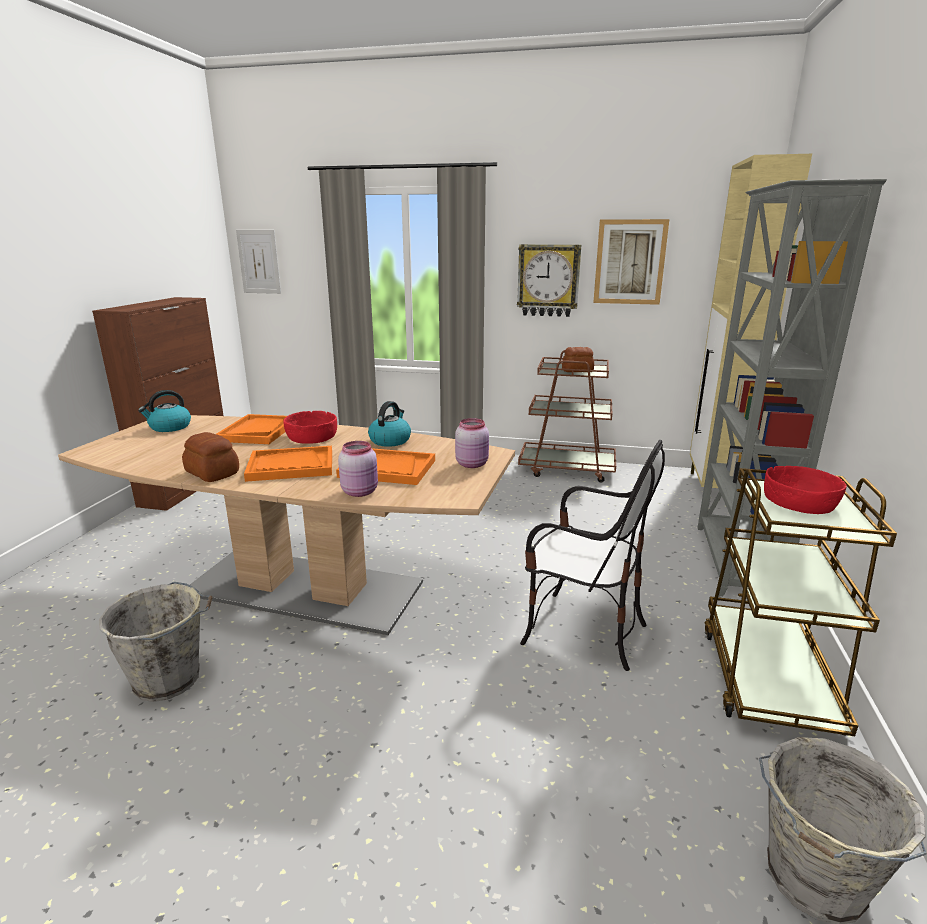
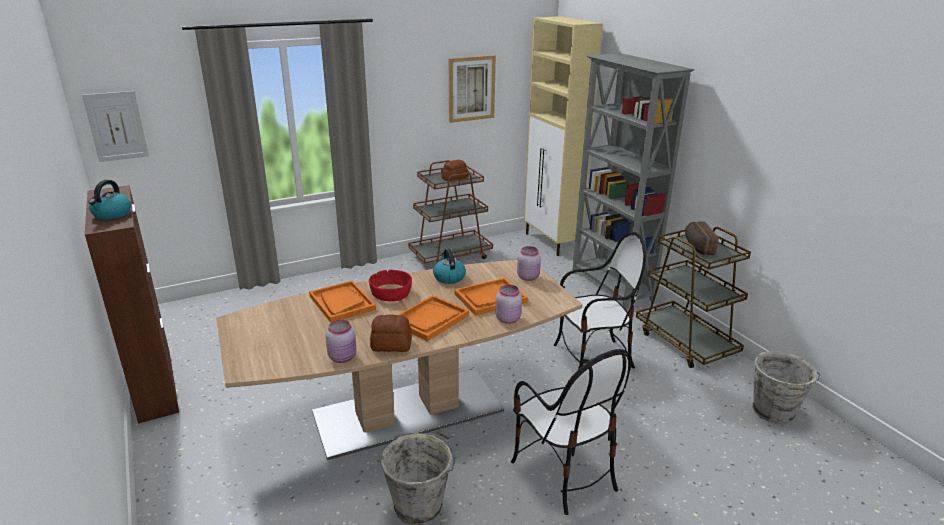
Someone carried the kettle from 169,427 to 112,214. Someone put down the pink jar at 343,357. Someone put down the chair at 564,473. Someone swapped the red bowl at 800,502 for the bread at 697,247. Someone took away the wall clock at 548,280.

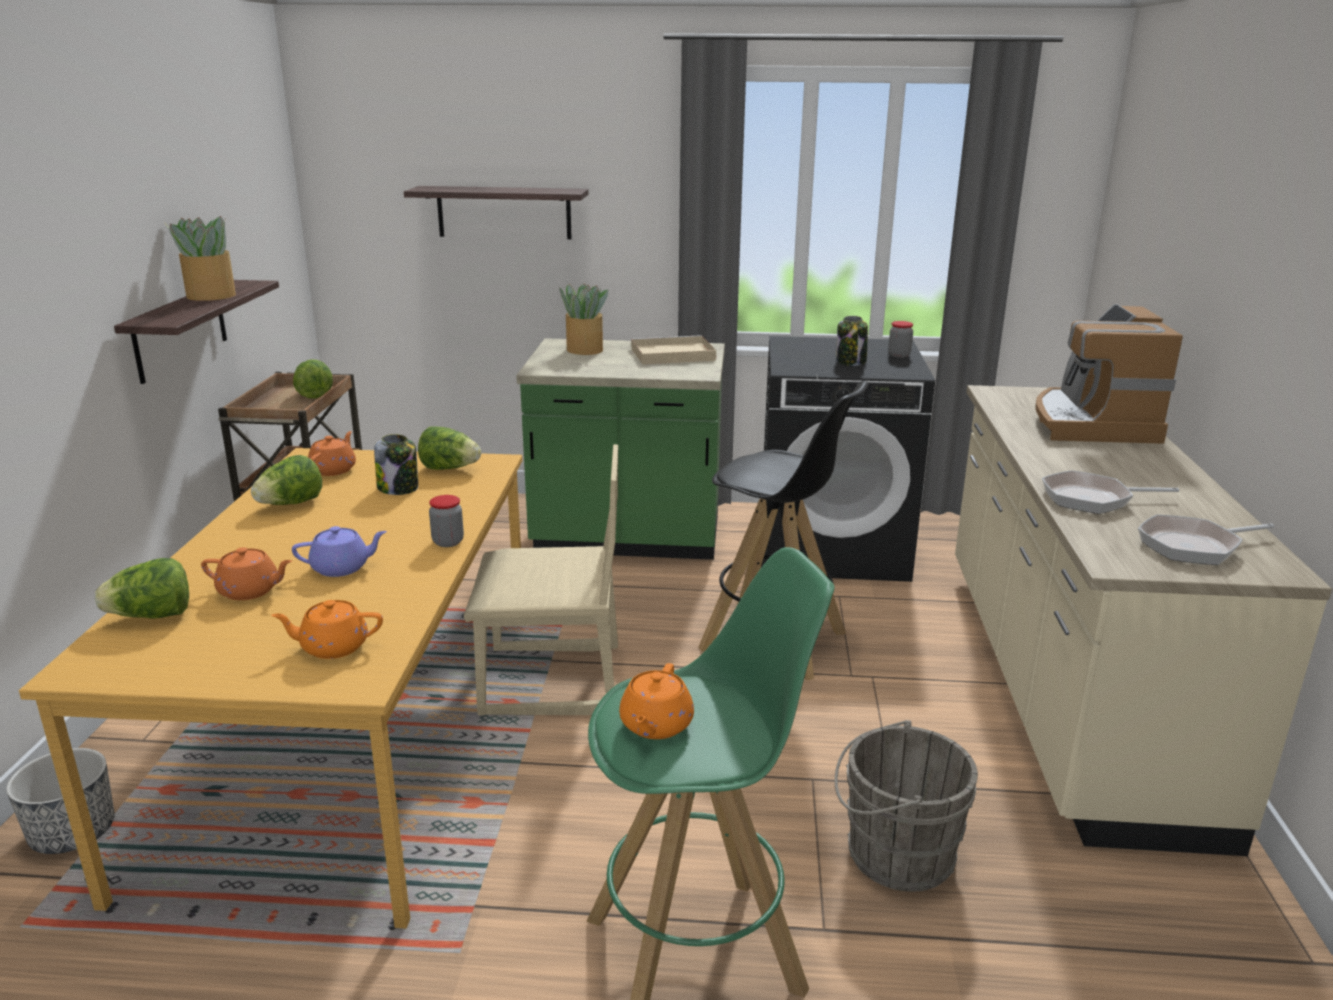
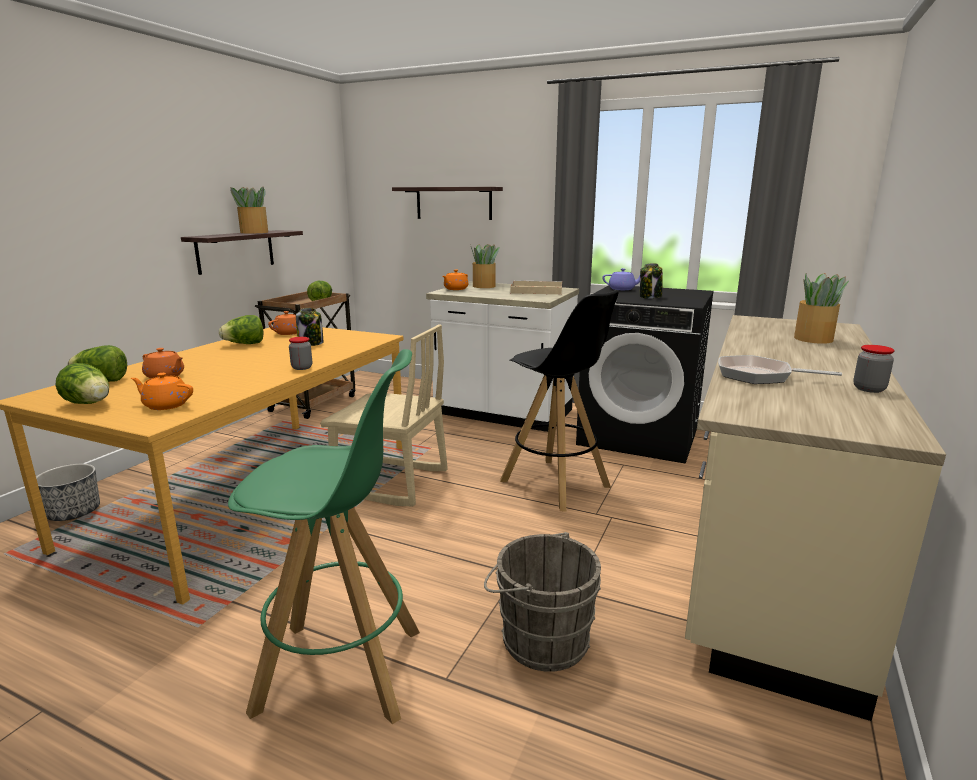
Someone carried the lettuce from 449,469 to 90,404. Someone repainted the green counter at 627,538, which became the white counter at 503,414. Someone carried the orange teapot from 655,725 to 455,289. Someone carried the purple teapot from 342,568 to 622,289. Someone swapped the coffee machine at 1091,423 for the potted plant at 813,338. Someone carried the jar from 899,355 to 869,389. Someone took away the frying pan at 1194,546.

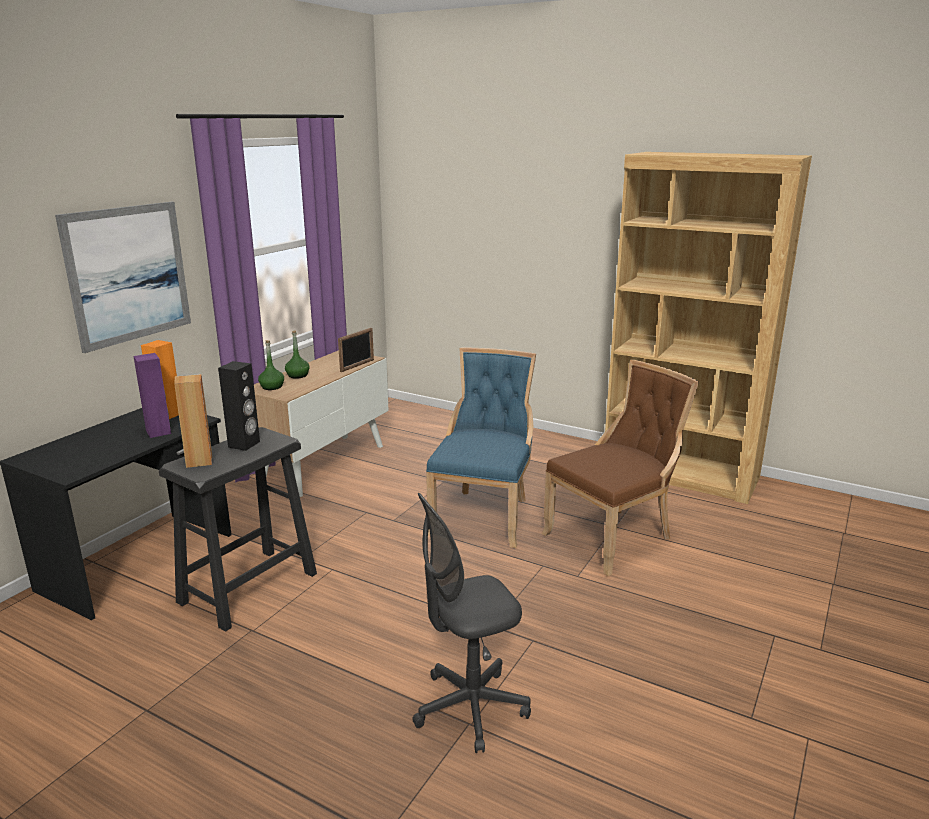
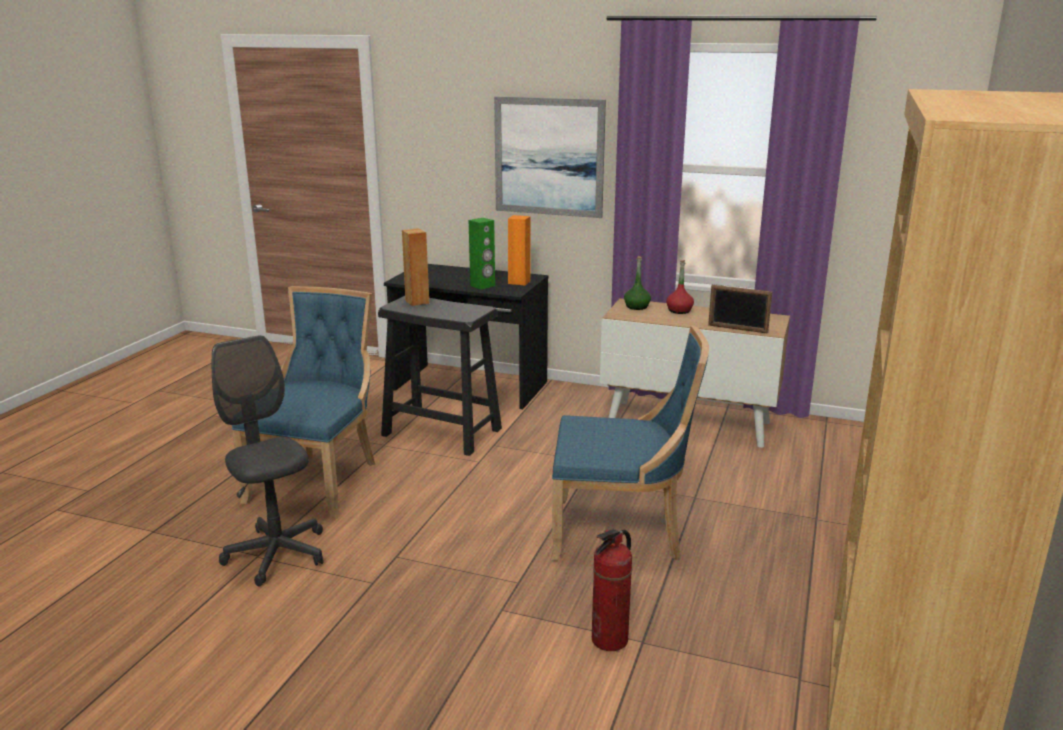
Someone put down the blue chair at 319,481. Someone repainted the purple speaker at 159,432, which became the green speaker at 483,286. Someone swapped the brown chair at 613,537 for the fire extinguisher at 610,640. Someone repainted the green bottle at 297,375, which became the red bottle at 679,311. Someone took away the black speaker at 244,444.

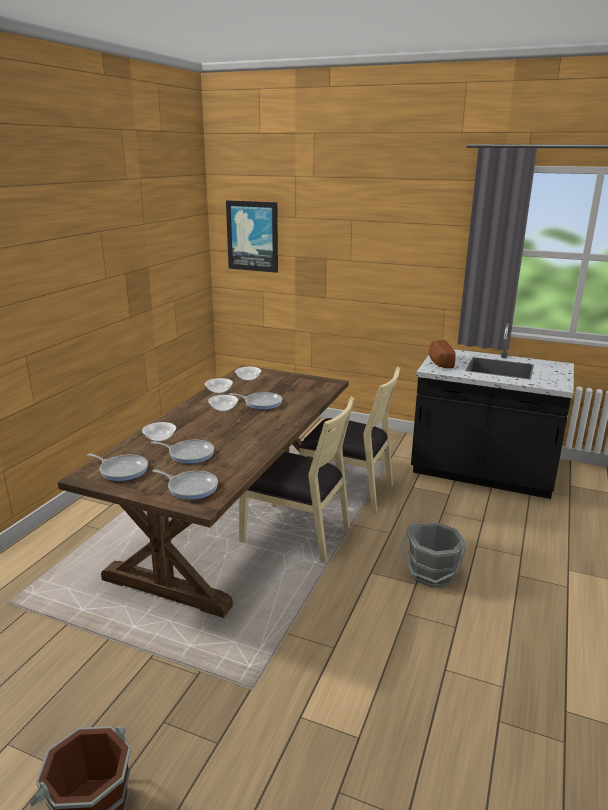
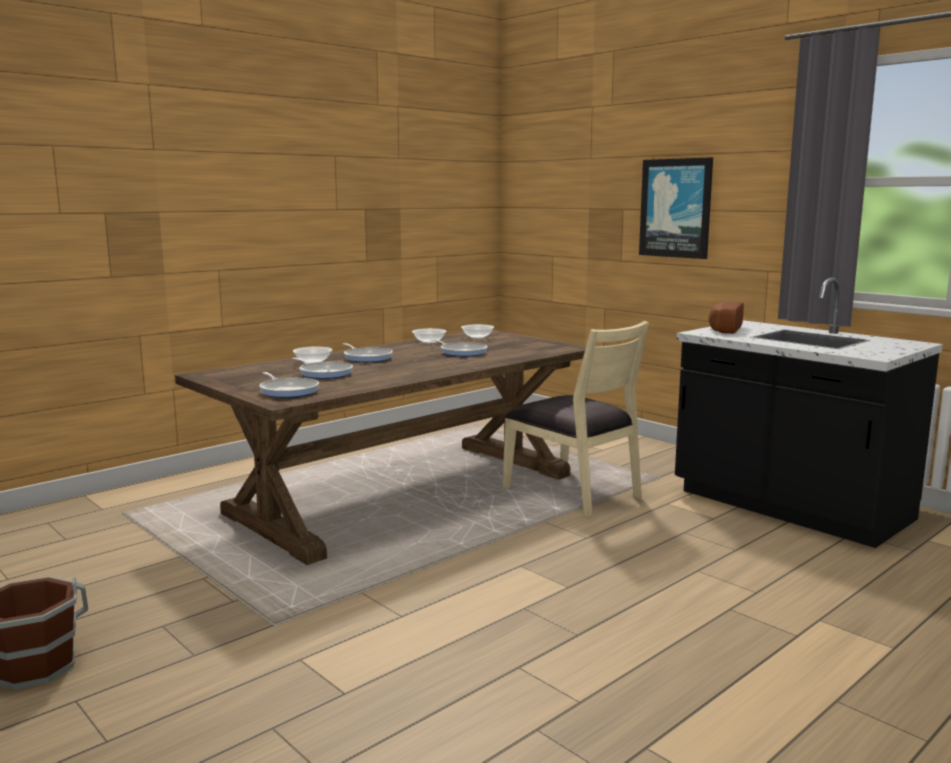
Someone carried the frying pan from 122,470 to 367,358. Someone carried the picture from 253,236 to 676,208. Someone took away the bowl at 223,408. Someone took away the beige chair at 297,533. Someone took away the grey bucket at 432,573.

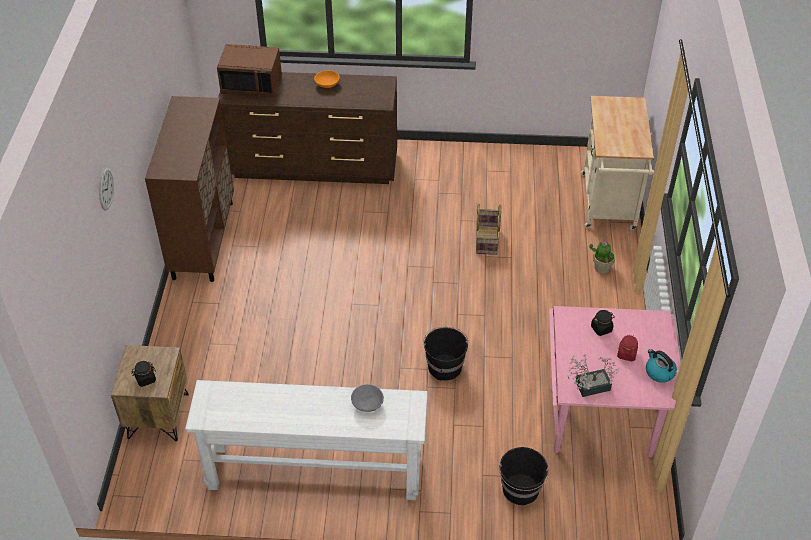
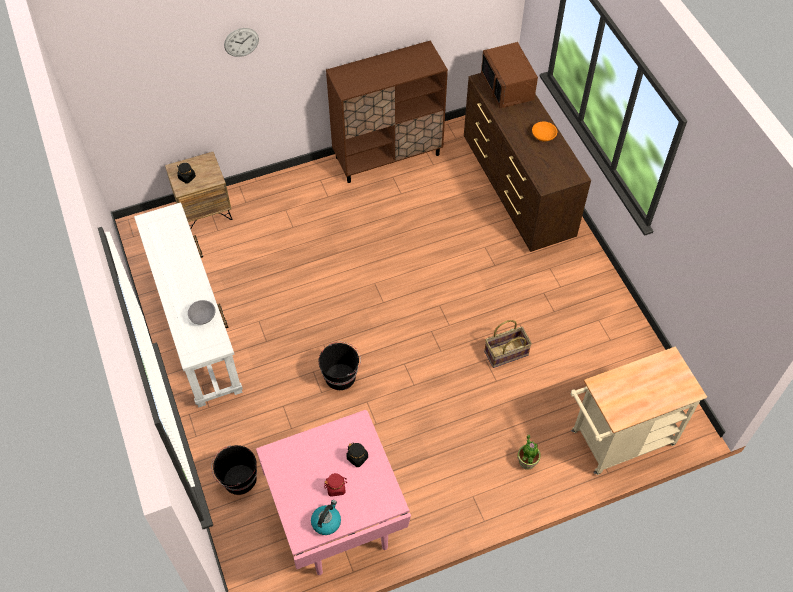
Someone took away the potted plant at 588,386.

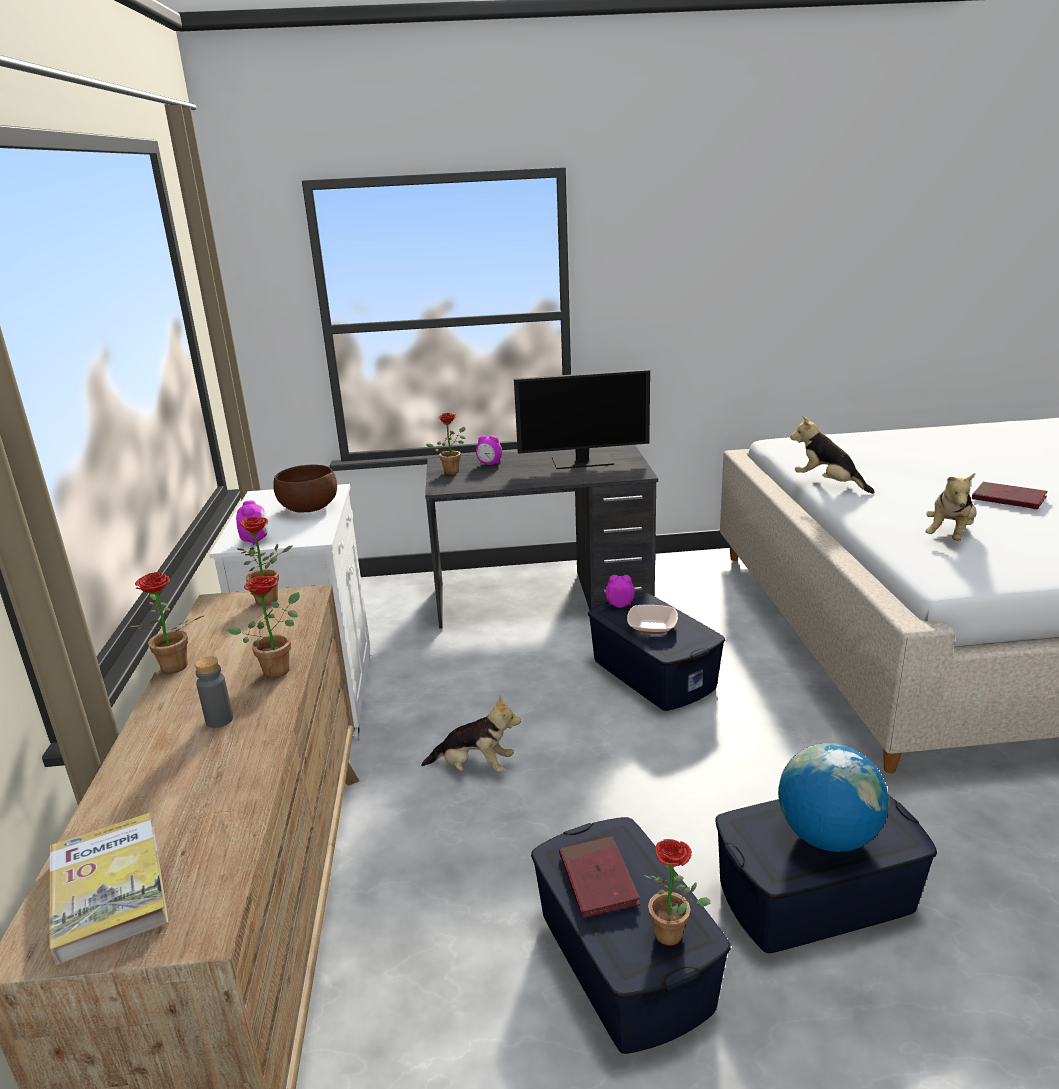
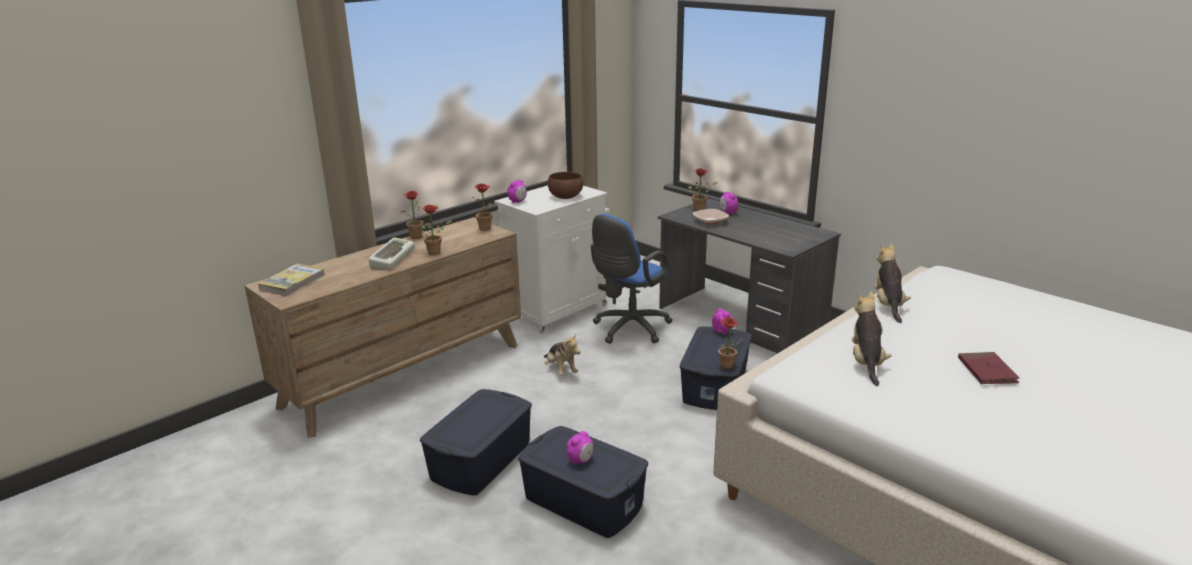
Someone swapped the grey bottle at 219,720 for the keyboard at 391,258. Someone swapped the globe at 827,836 for the alarm clock at 580,461. Someone put down the blue office chair at 629,329. Someone carried the bowl from 652,626 to 710,221. Someone carried the potted plant from 674,936 to 727,367. Someone rotated the plush toy at 949,535 by 105 degrees clockwise. Someone took away the monitor at 583,461. Someone took away the red book at 598,880.

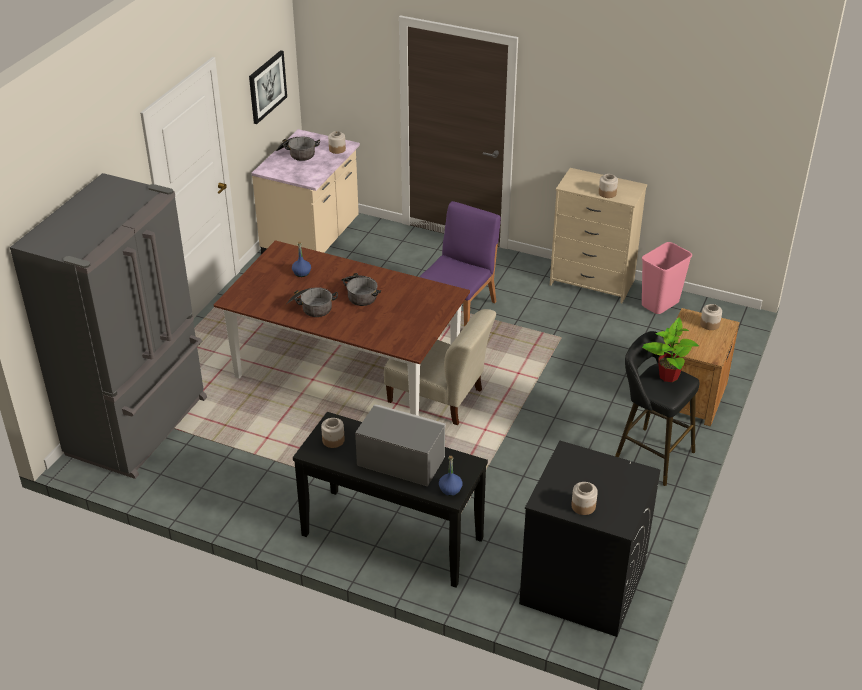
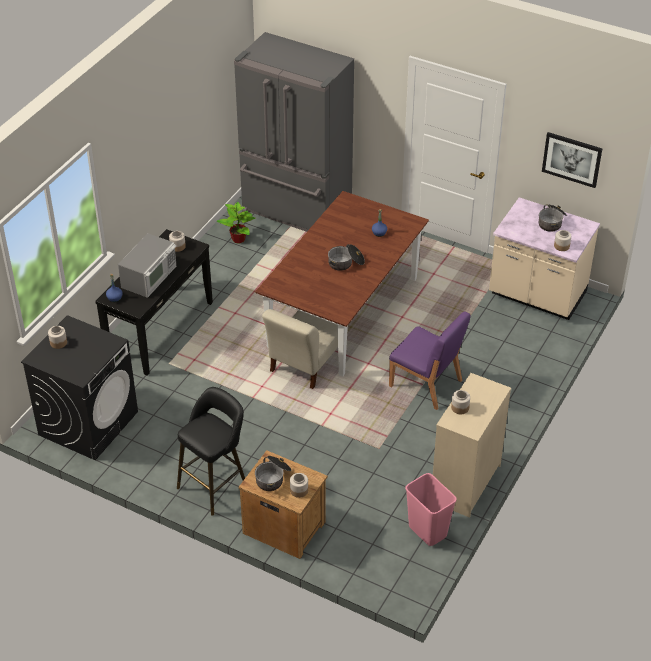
Someone carried the potted plant from 668,375 to 239,239. Someone carried the cooking pot from 311,308 to 273,478.

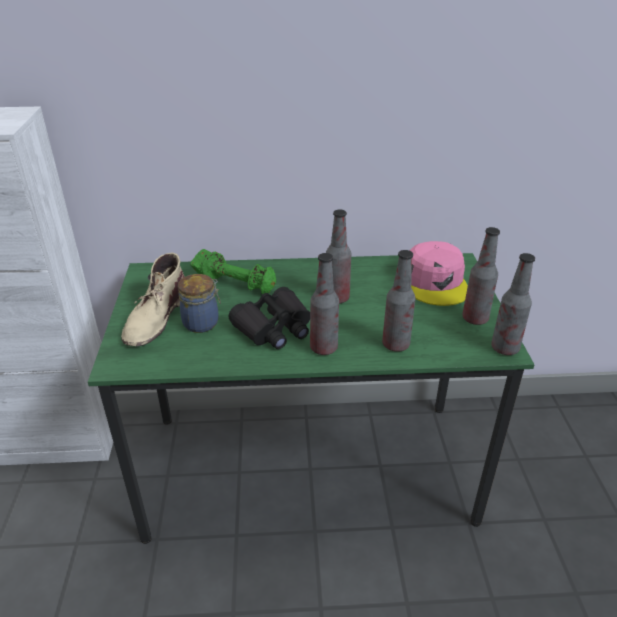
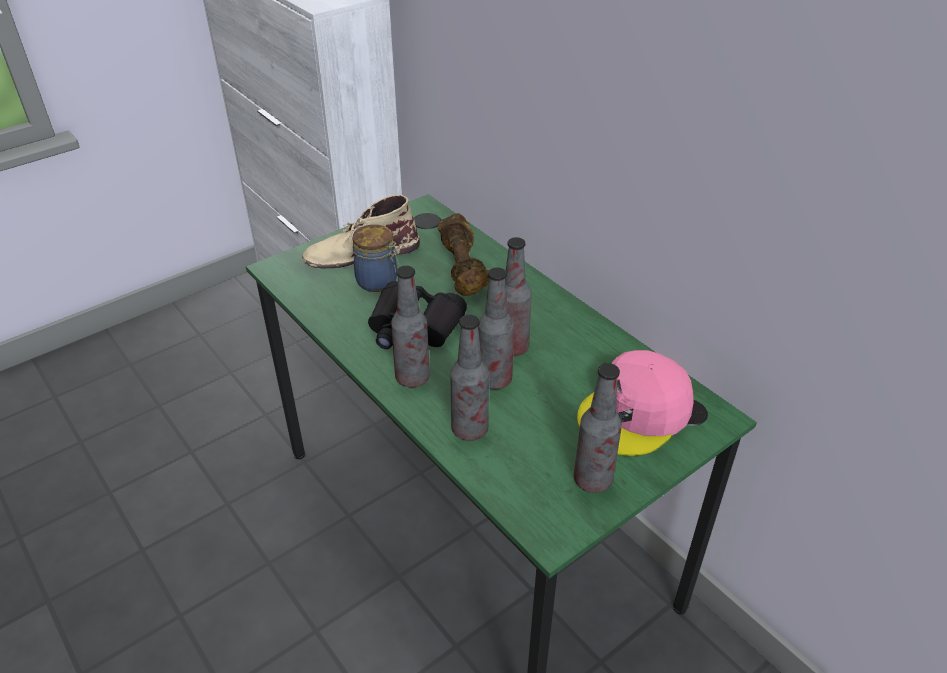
Someone repainted the green dumbbell at 236,283, which became the brown dumbbell at 463,268. Someone carried the bottle from 504,348 to 494,379.

